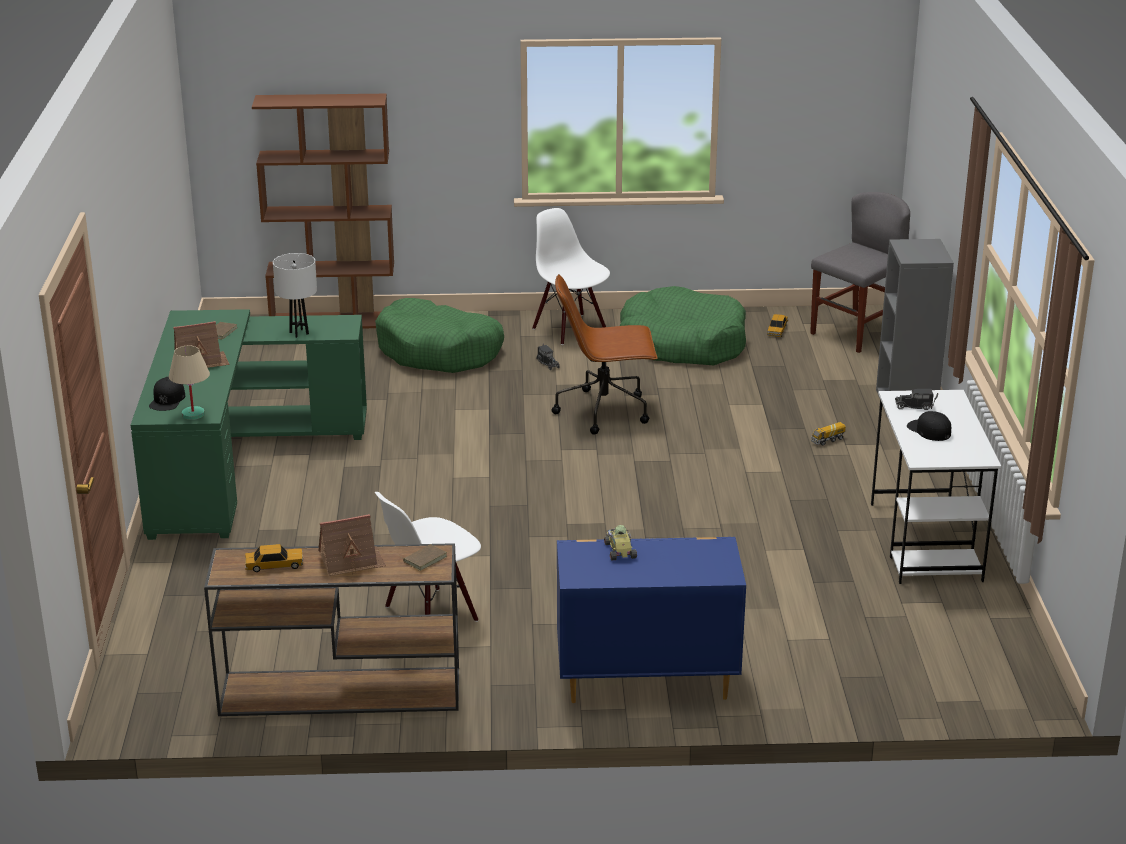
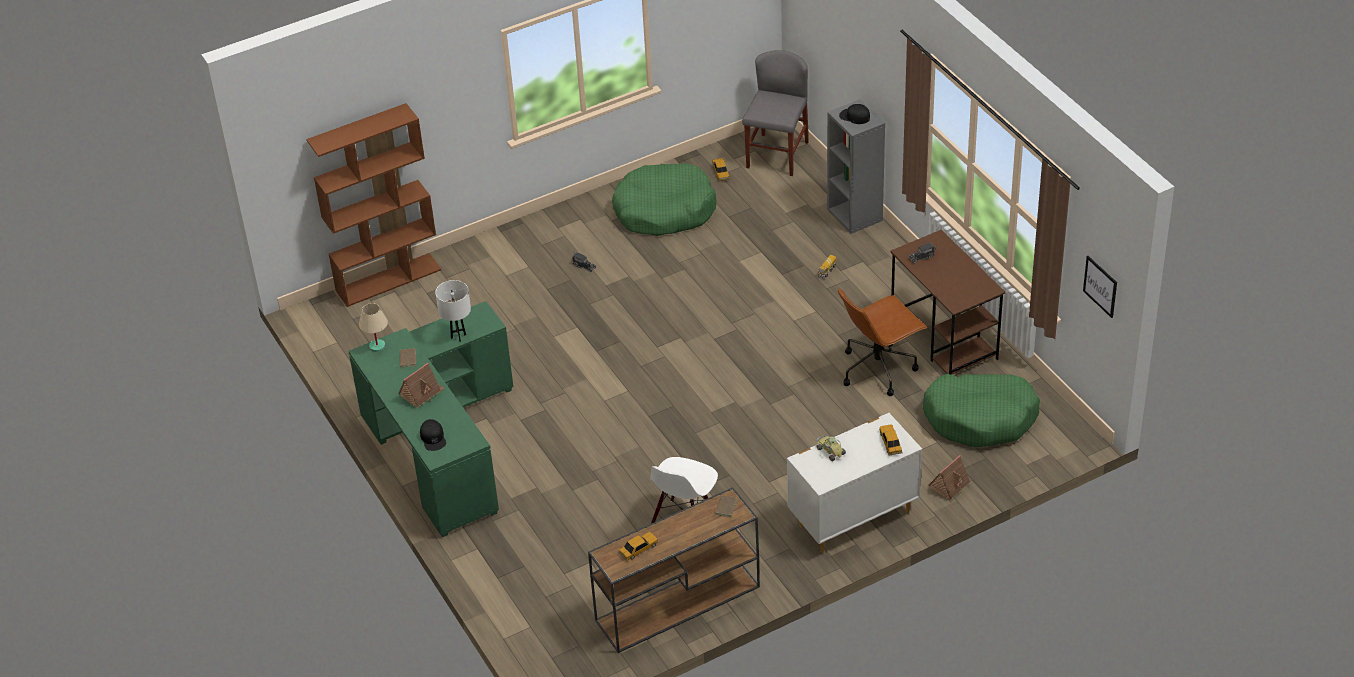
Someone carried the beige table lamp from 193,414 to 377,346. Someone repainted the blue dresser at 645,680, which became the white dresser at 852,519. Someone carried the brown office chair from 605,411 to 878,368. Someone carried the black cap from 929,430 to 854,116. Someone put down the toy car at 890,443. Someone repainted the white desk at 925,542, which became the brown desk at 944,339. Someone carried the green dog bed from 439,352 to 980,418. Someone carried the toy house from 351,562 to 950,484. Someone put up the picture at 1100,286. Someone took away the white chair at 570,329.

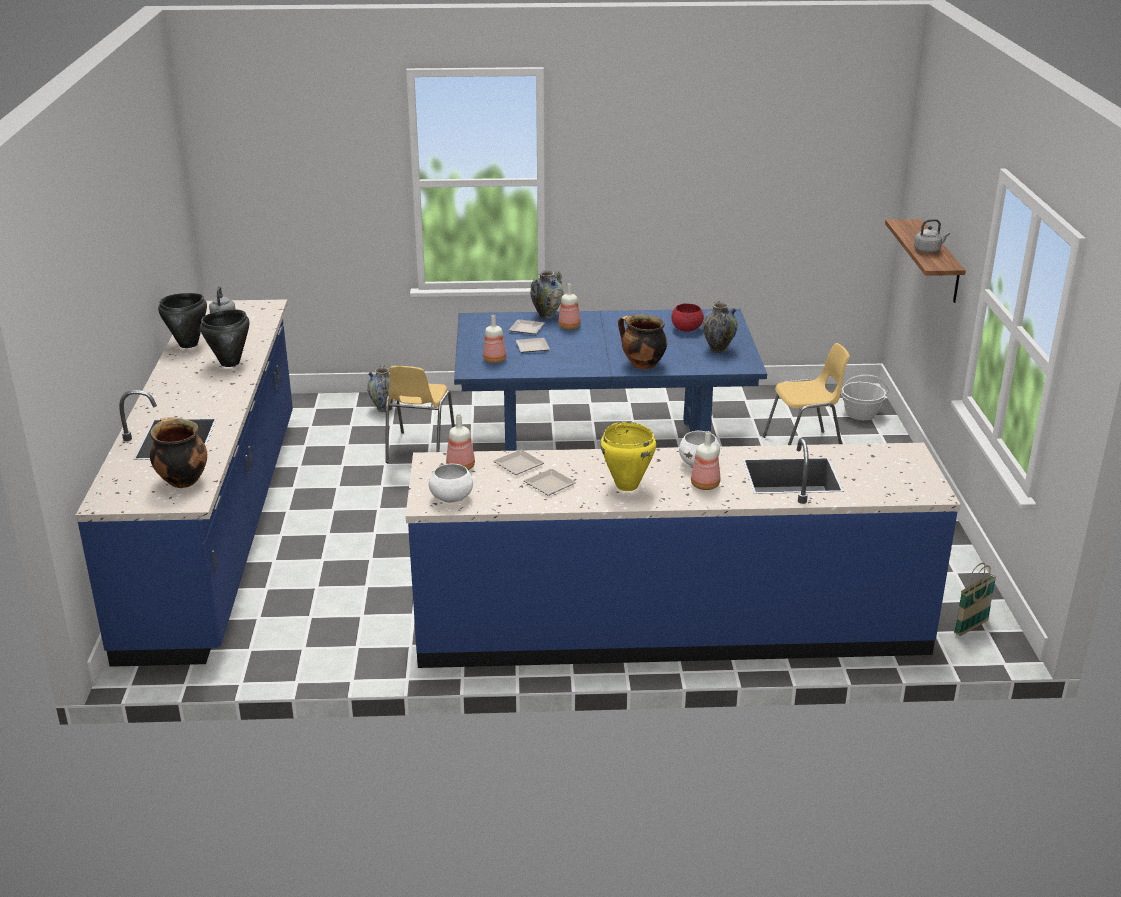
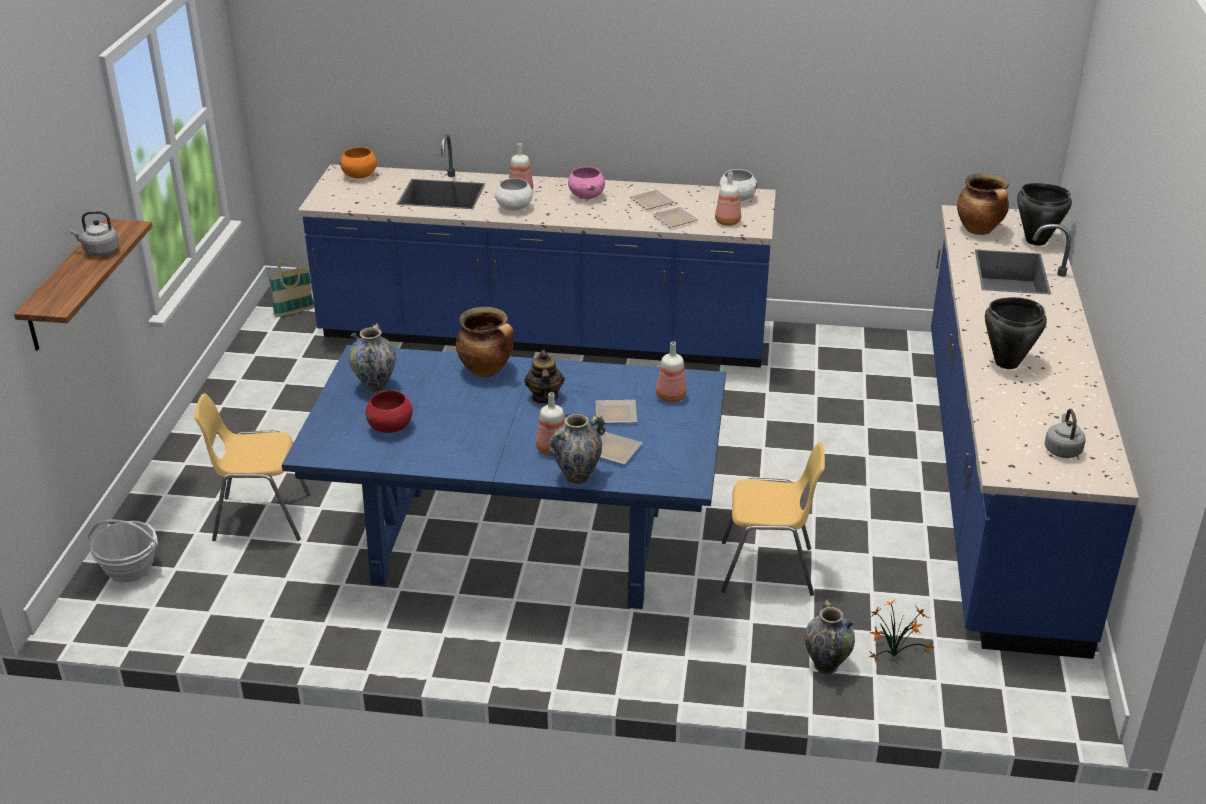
Someone put down the orange bowl at 360,176. Someone put down the teapot at 544,397. Someone swapped the yellow cooking pot at 626,486 for the pink bowl at 586,196. Someone rotated the yellow chair at 419,450 by 75 degrees clockwise. Someone put down the potted plant at 895,656. Someone carried the black cooking pot from 188,344 to 1035,240.

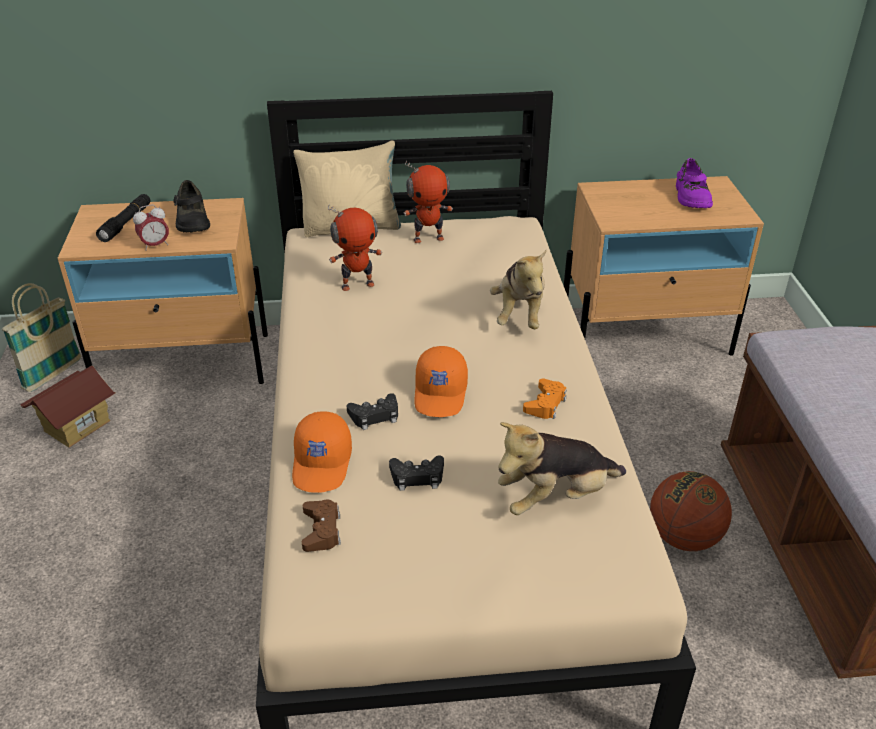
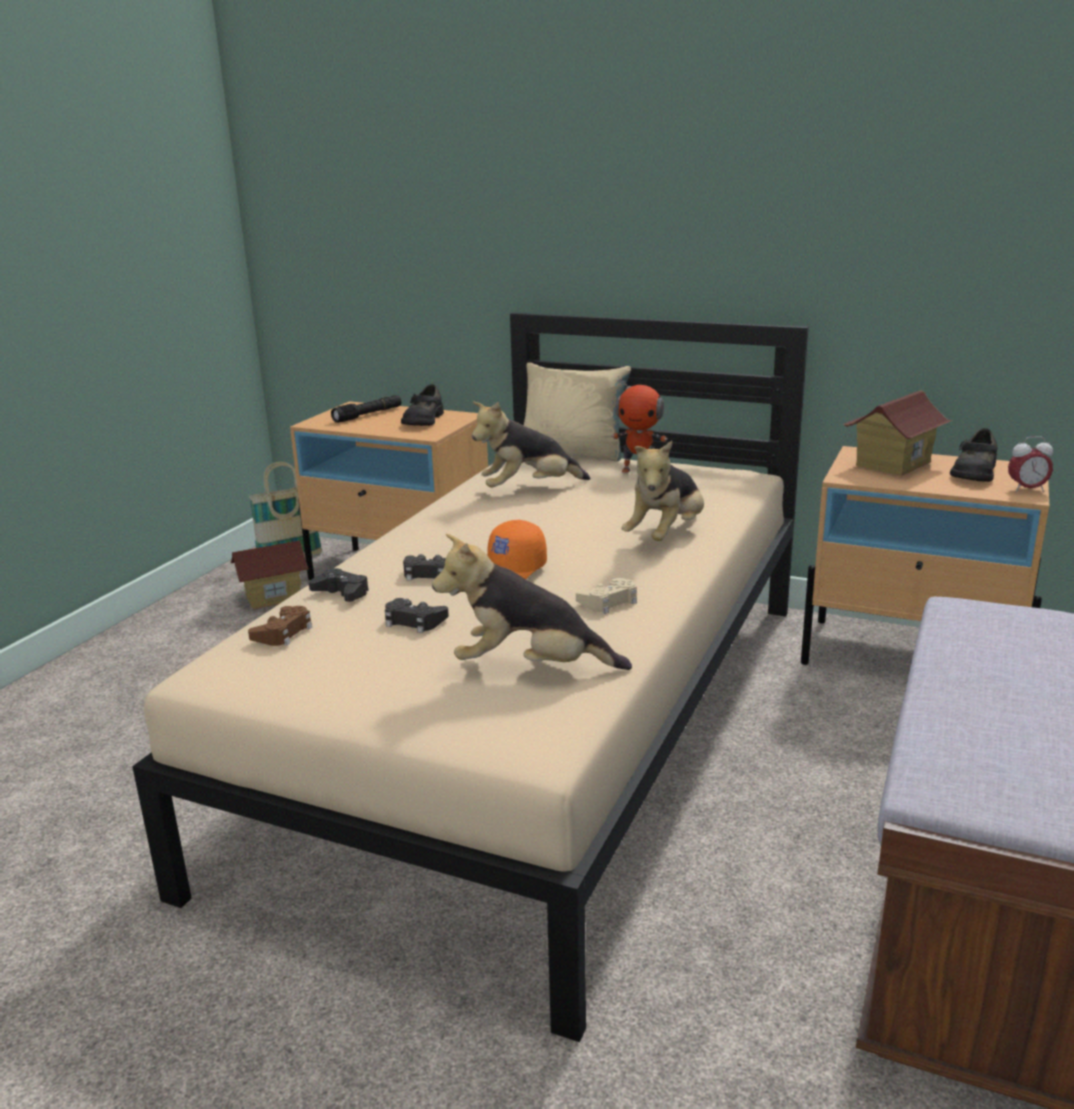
Someone swapped the orange cap at 323,464 for the black game controller at 341,592. Someone swapped the toy robot at 357,284 for the plush toy at 528,489. Someone repainted the orange game controller at 545,404, which became the beige game controller at 609,601. Someone put down the toy house at 892,464. Someone repainted the purple shoe at 691,197, which became the black shoe at 973,473. Someone carried the alarm clock from 155,245 to 1026,490. Someone took away the basketball at 683,537.

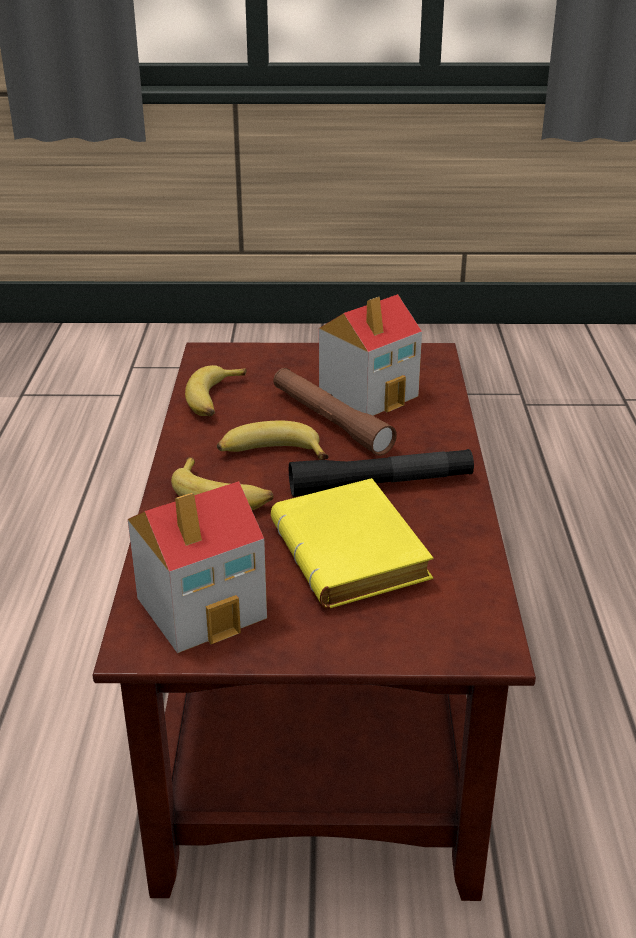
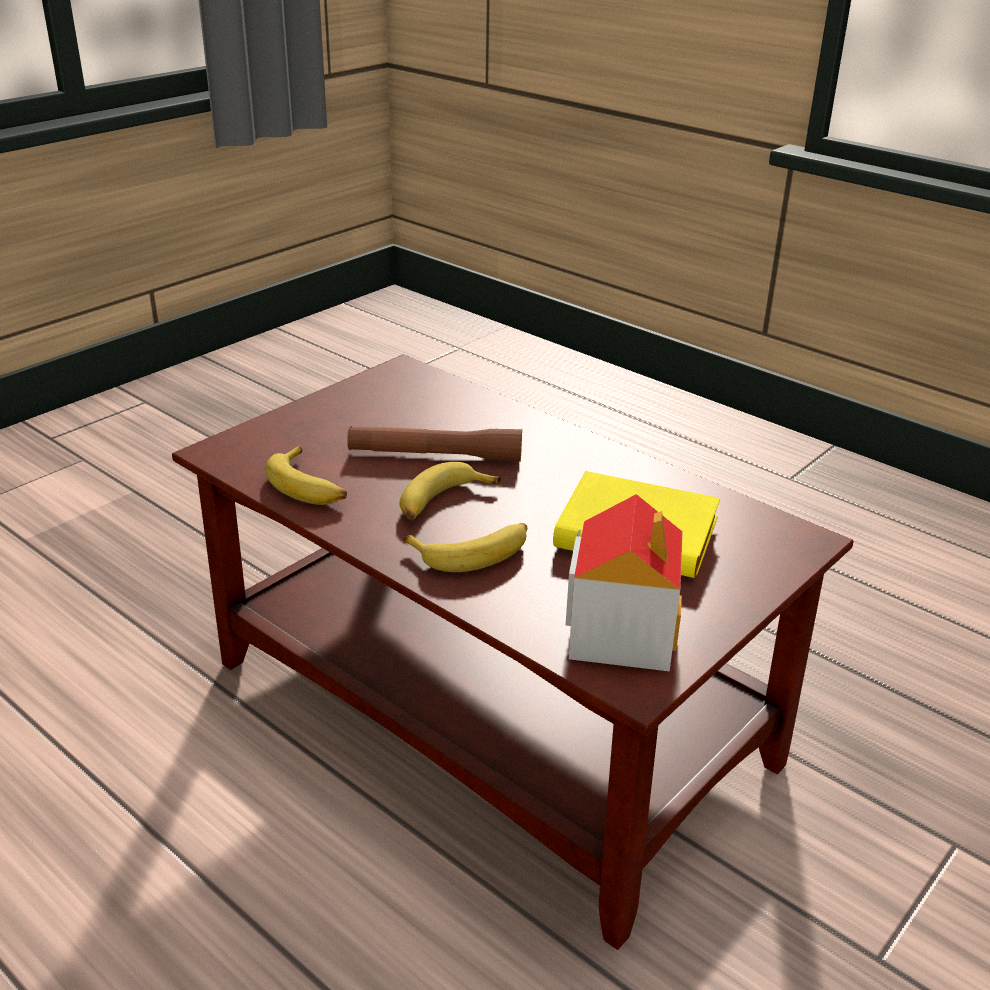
Someone took away the black flashlight at 381,484. Someone took away the toy house at 369,394.

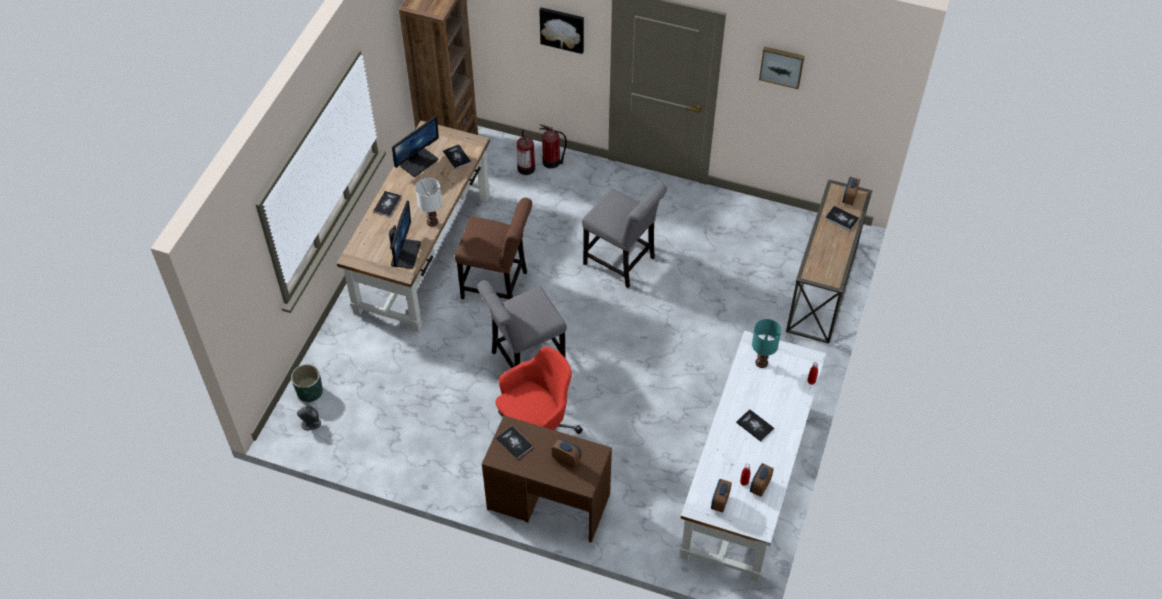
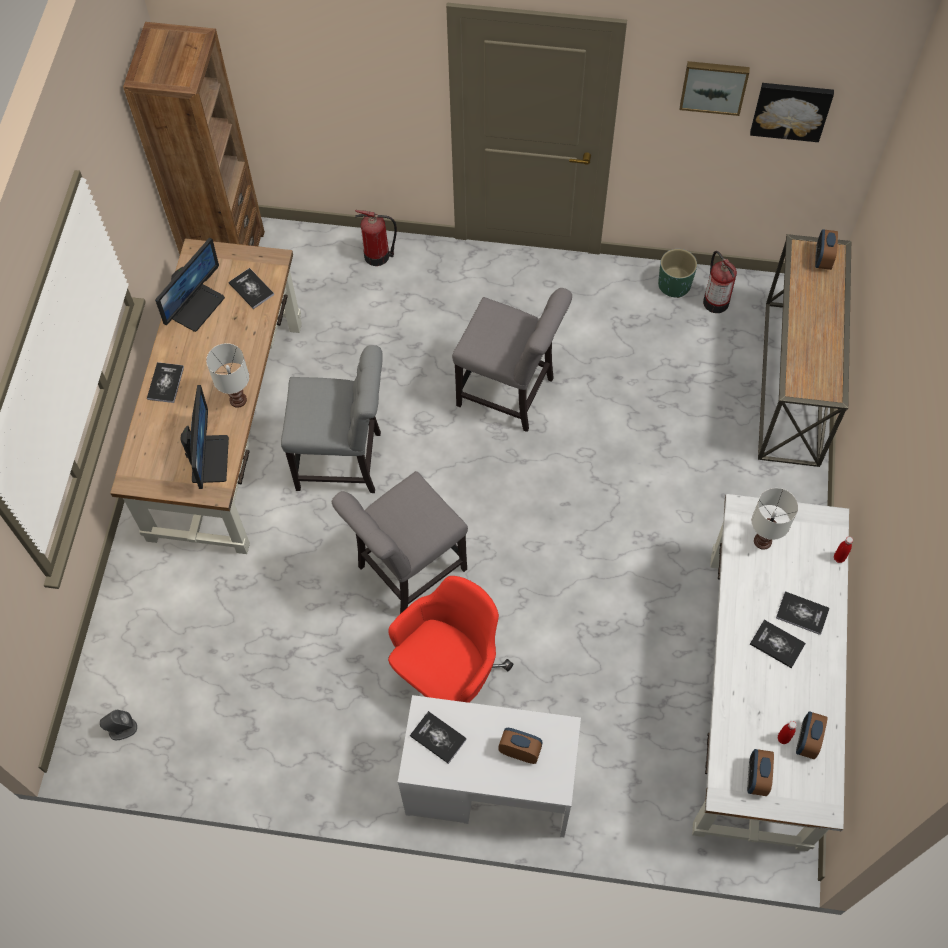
Someone repainted the brown chair at 498,286, which became the grey chair at 344,461. Someone repainted the brown desk at 548,502, which became the white desk at 490,785. Someone carried the green planter from 309,392 to 674,285. Someone carried the fire extinguisher from 526,167 to 715,301. Someone carried the picture from 562,29 to 791,110. Someone repainted the turquoise table lamp at 761,363, which became the white table lamp at 762,541. Someone carried the book from 841,219 to 802,613.

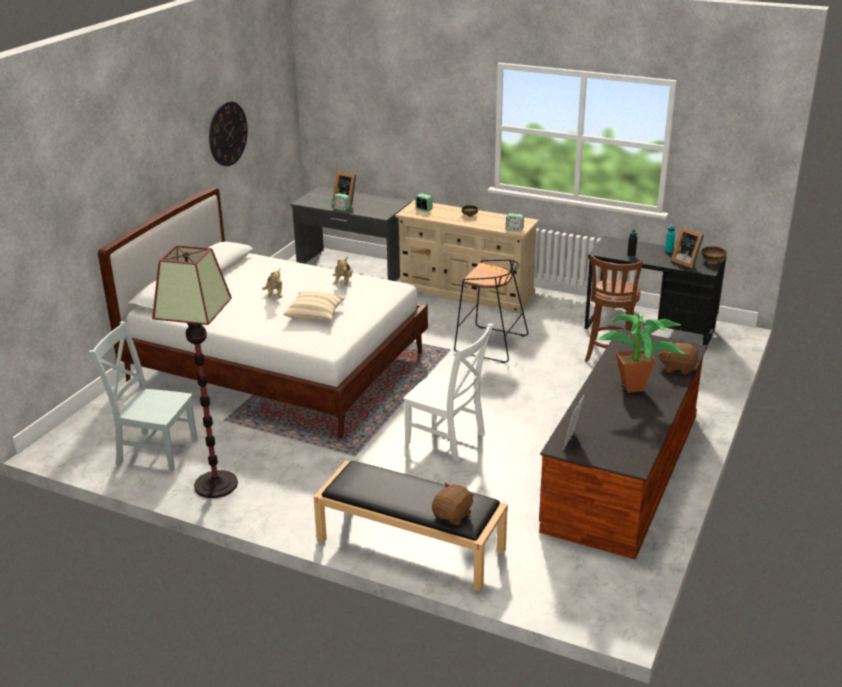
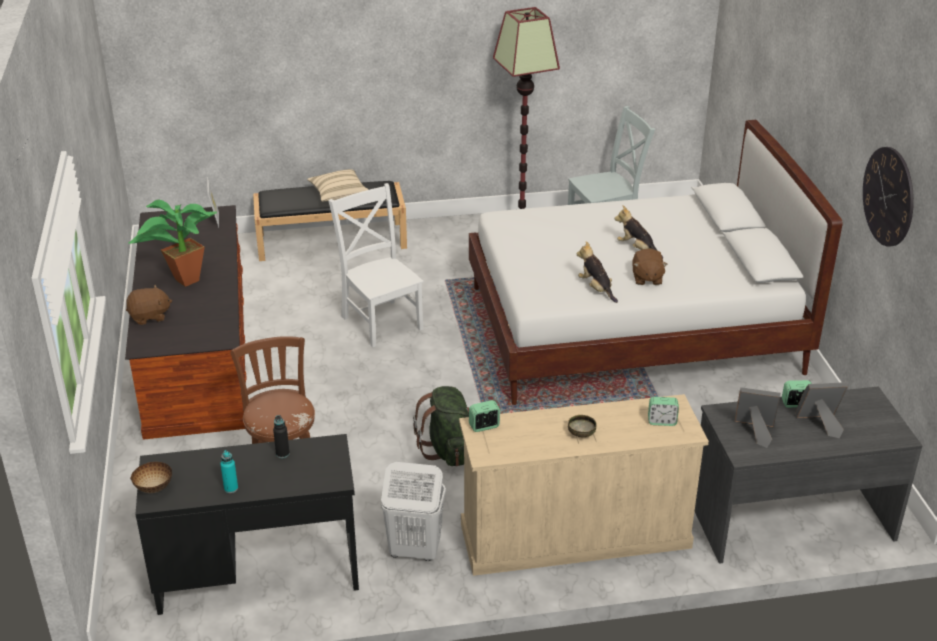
Someone carried the beige pillow from 315,315 to 339,195. Someone rotated the white chair at 448,440 by 60 degrees clockwise. Someone put down the white laundry basket at 414,550. Someone swapped the black stool at 489,344 for the green backpack at 449,450. Someone carried the brown plush toy from 453,515 to 647,278. Someone carried the picture frame from 686,262 to 755,431.

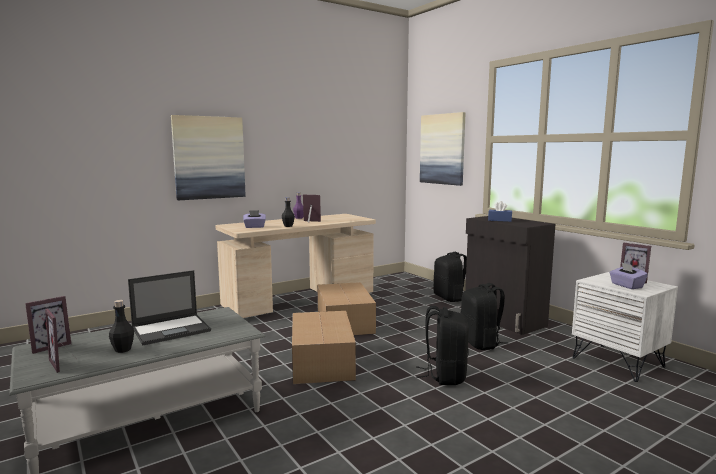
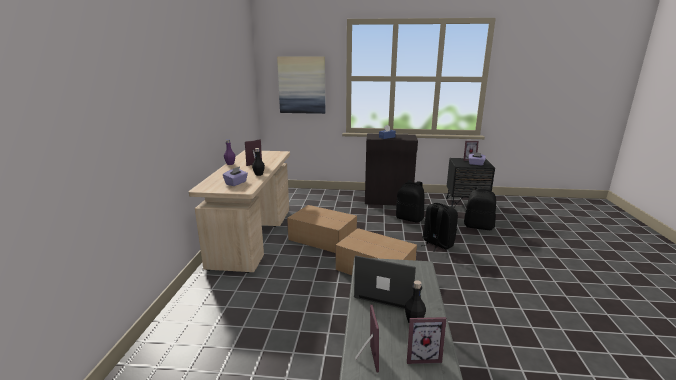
Someone rotated the laptop at 172,329 by 75 degrees counterclockwise. Someone repainted the white nightstand at 618,362, which became the black nightstand at 466,204. Someone carried the black backpack from 450,298 to 478,226. Someone took away the picture at 209,157.

